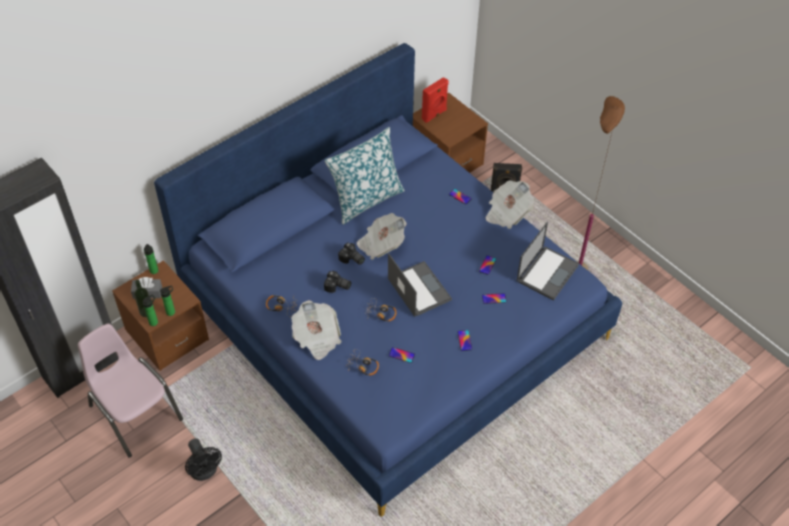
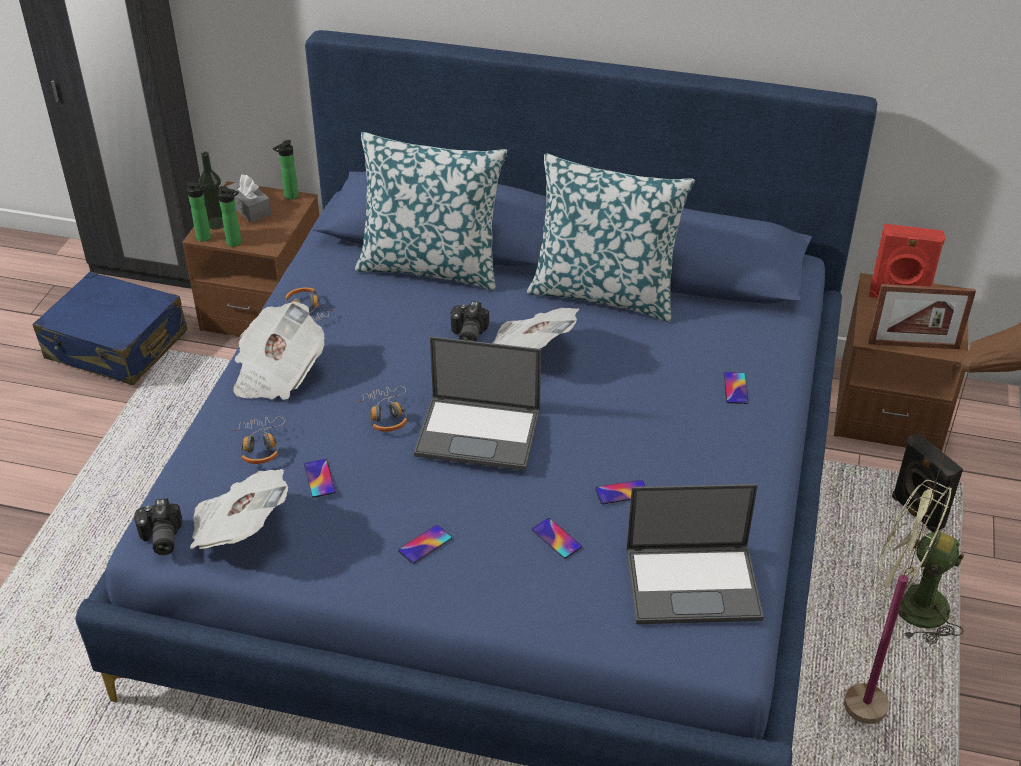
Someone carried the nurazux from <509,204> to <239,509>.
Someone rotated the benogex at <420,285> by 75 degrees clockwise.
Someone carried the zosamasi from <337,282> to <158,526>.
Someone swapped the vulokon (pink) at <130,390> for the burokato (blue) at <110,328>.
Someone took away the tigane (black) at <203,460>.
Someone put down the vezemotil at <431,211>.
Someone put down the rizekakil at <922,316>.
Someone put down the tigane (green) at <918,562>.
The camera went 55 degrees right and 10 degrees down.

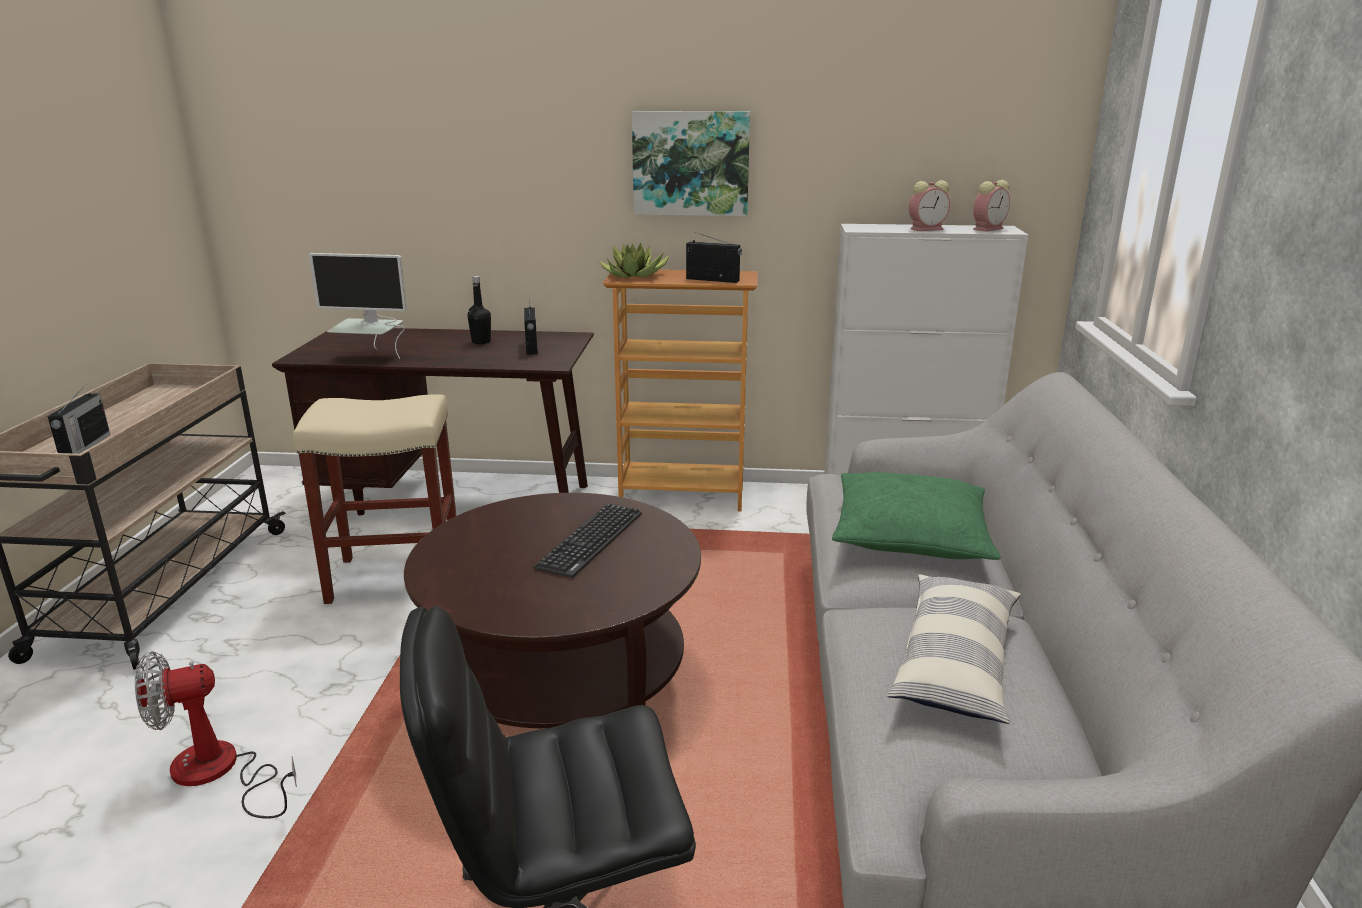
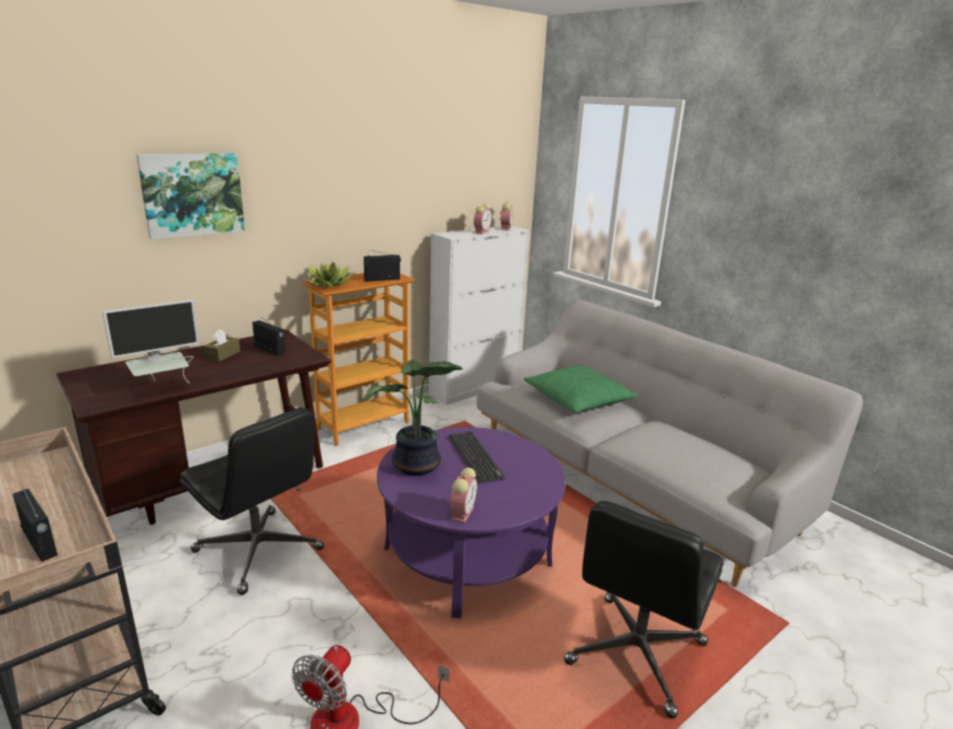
Someone carried the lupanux from <691,163> to <190,196>.
Someone swapped the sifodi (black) at <479,310> for the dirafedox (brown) at <222,345>.
Someone swapped the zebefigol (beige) at <375,499> for the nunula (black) at <252,501>.
Someone repainted the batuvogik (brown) at <552,610>, which became the batuvogik (purple) at <471,523>.
Someone took away the vezemotil at <954,649>.
Someone put down the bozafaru at <414,417>.
Someone put down the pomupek at <463,495>.
The camera went 45 degrees left and 0 degrees up.

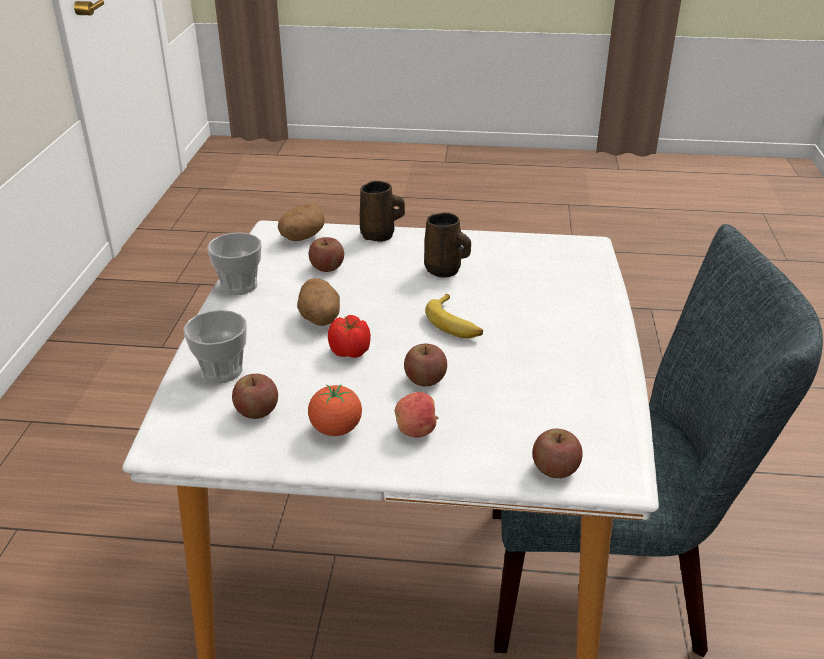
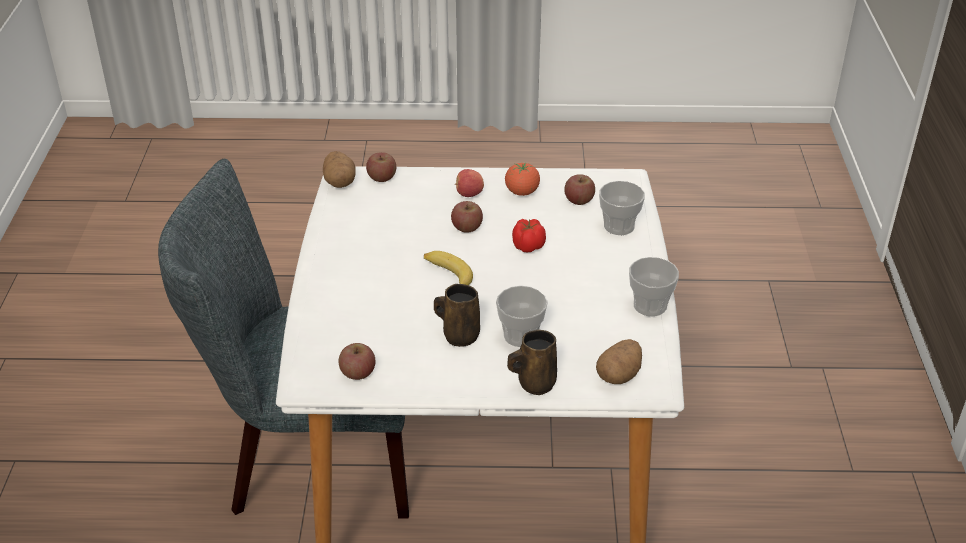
Someone carried the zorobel from <326,254> to <357,361>.
Someone carried the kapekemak from <318,302> to <339,169>.
Someone put down the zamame at <522,316>.
The camera went 175 degrees right and 5 degrees up.

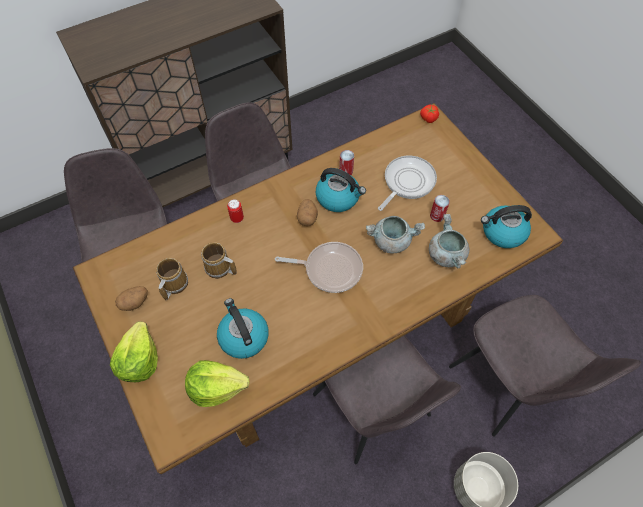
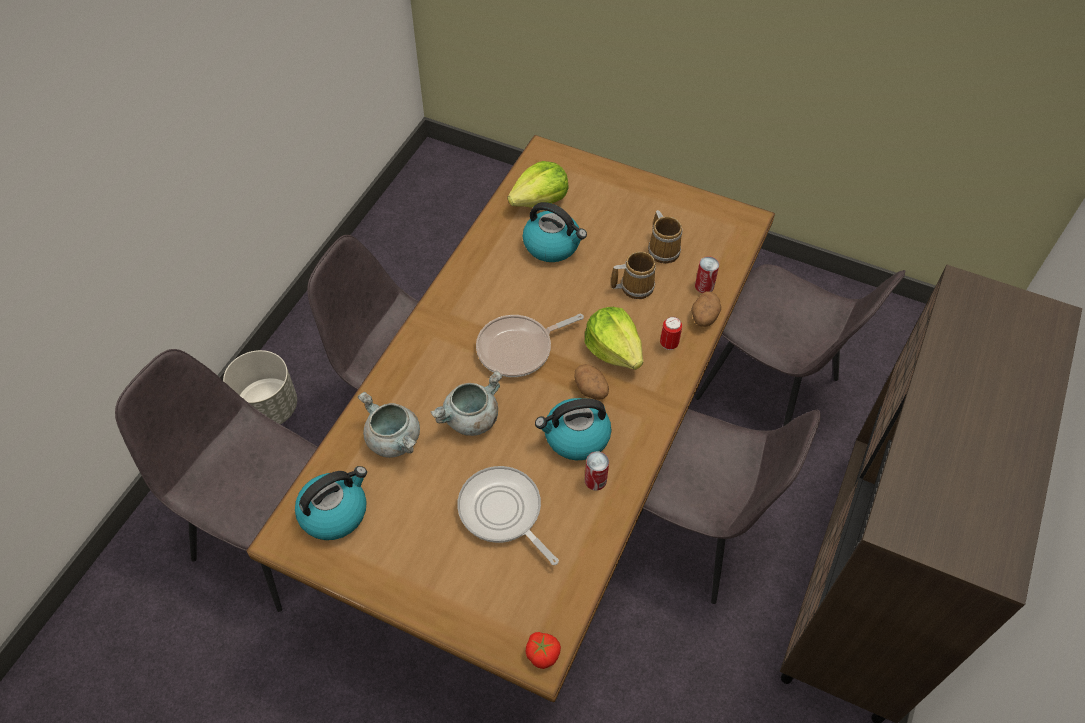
Someone rotated the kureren at <407,183> by 135 degrees clockwise.
Someone carried the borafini from <440,208> to <707,274>.
Someone carried the kapekemak from <131,298> to <706,309>.
Someone carried the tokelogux from <134,351> to <614,338>.
The camera went 145 degrees right and 5 degrees down.

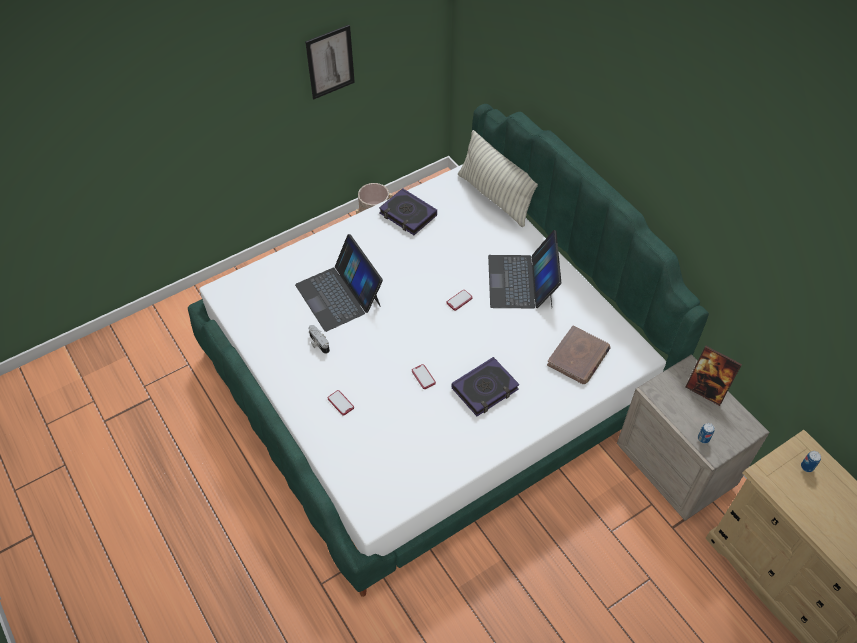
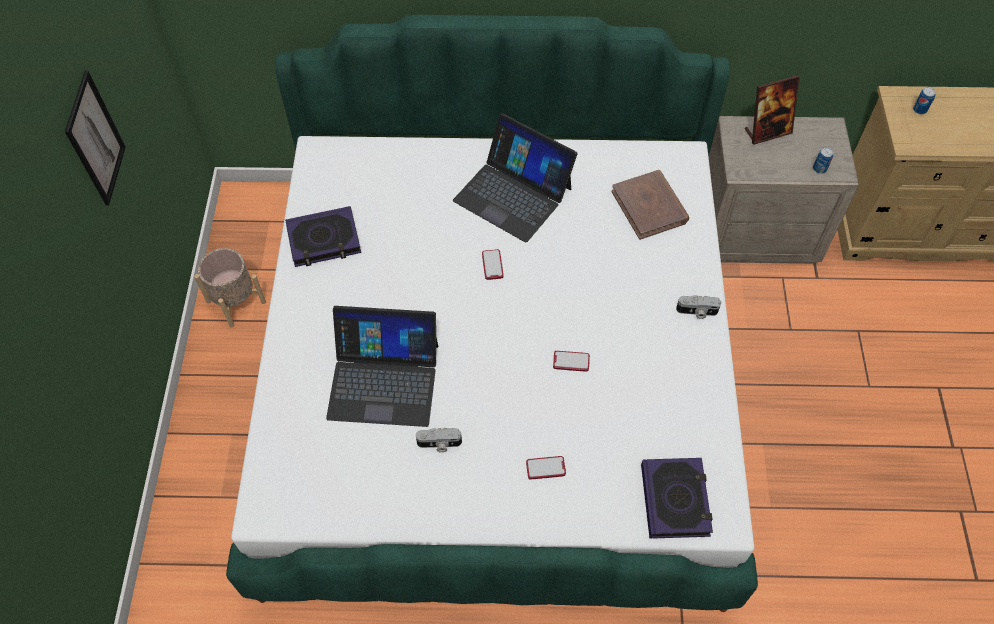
Someone took away the vezemotil at <498,178>.
Someone carried the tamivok from <486,386> to <677,498>.
Someone put down the zosamasi at <698,307>.
The camera went 55 degrees left and 5 degrees up.

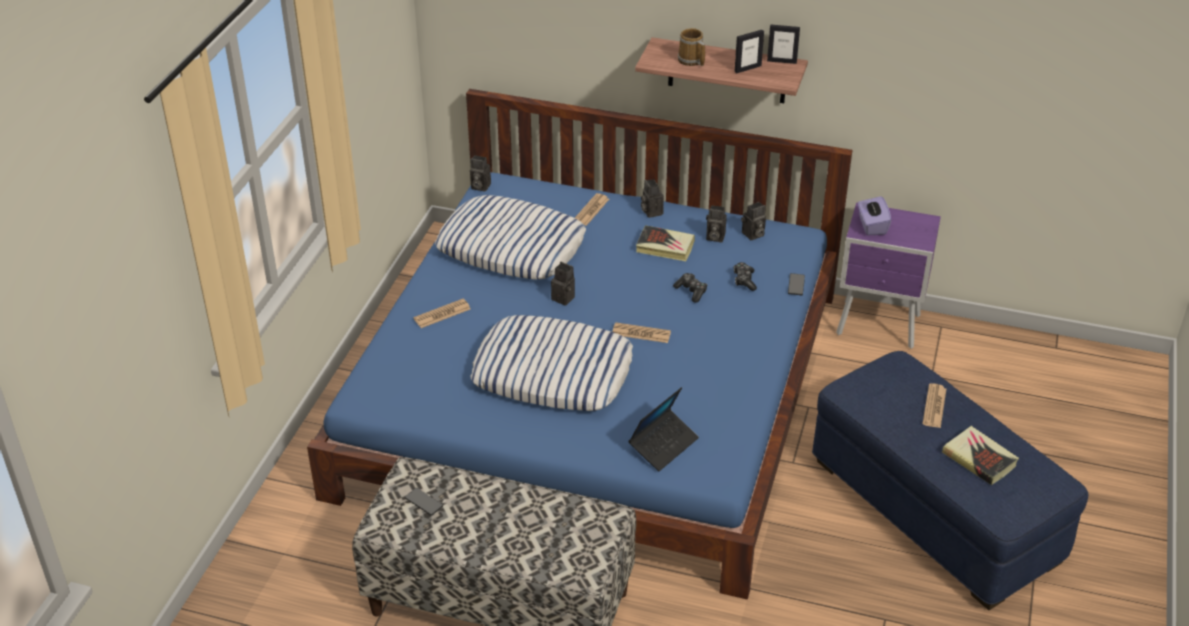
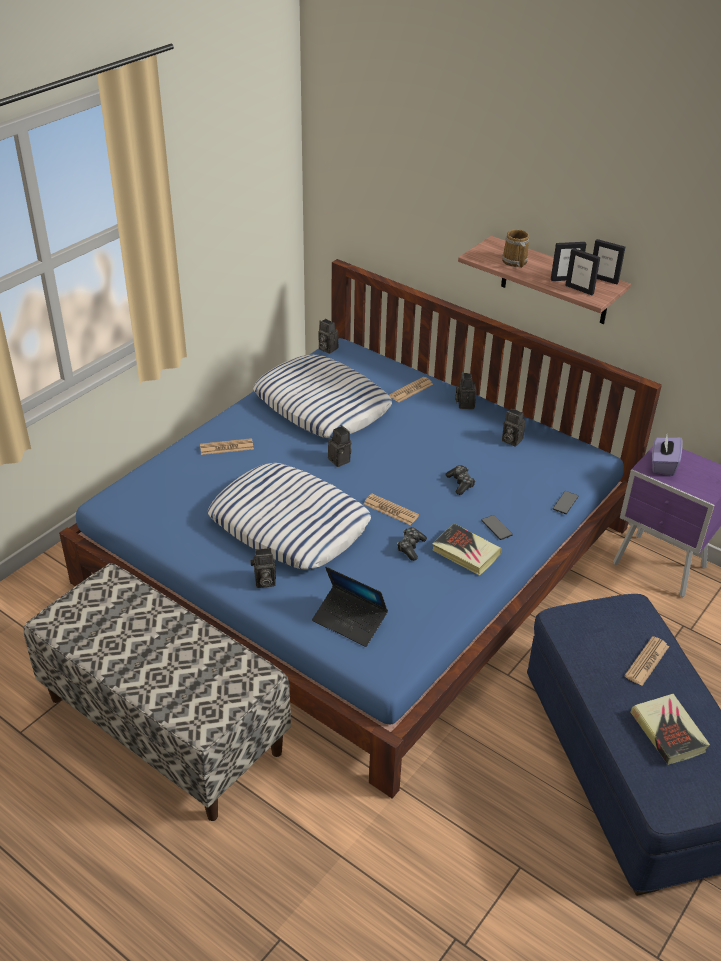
Someone carried the zosamasi from <753,221> to <263,568>.
Someone carried the tamivok from <665,243> to <466,549>.
Someone carried the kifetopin from <745,276> to <412,544>.
Someone rotated the benogex at <663,429> by 60 degrees clockwise.
Someone carried the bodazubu from <424,502> to <497,527>.
Someone put down the rizekakil at <582,271>.
The camera went 20 degrees right and 0 degrees up.

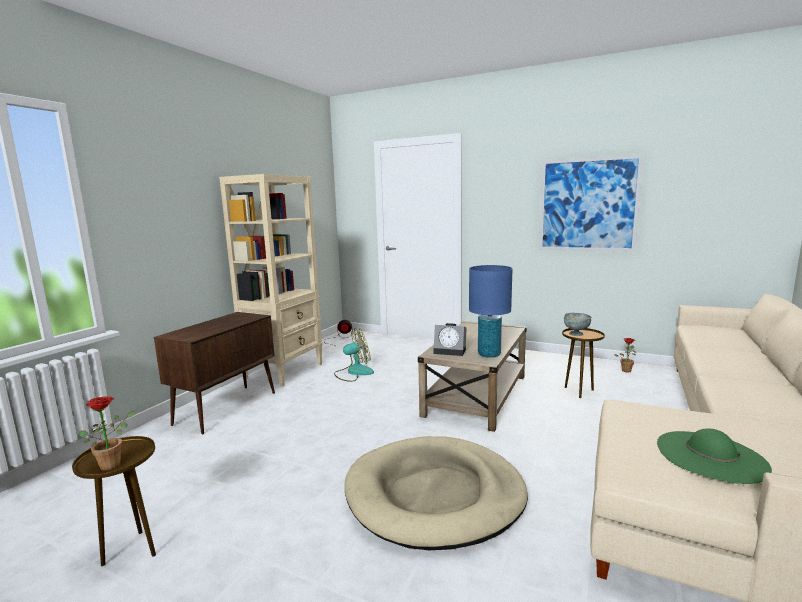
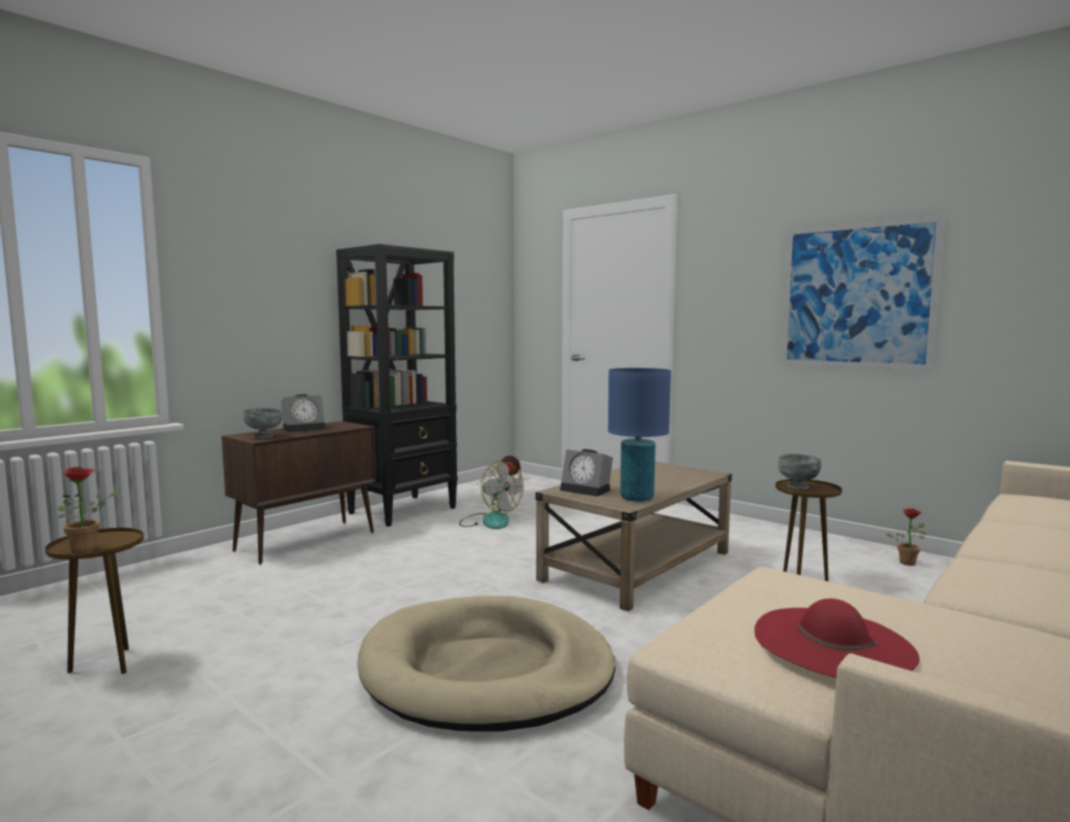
Someone repainted the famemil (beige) at <271,280>, which became the famemil (black) at <397,385>.
Someone rotated the tigane at <354,355> by 45 degrees clockwise.
Someone repainted the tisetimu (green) at <714,456>, which became the tisetimu (red) at <837,638>.
Someone put down the pomupek at <303,413>.
Someone put down the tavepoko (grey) at <262,423>.
The camera went 15 degrees right and 5 degrees down.

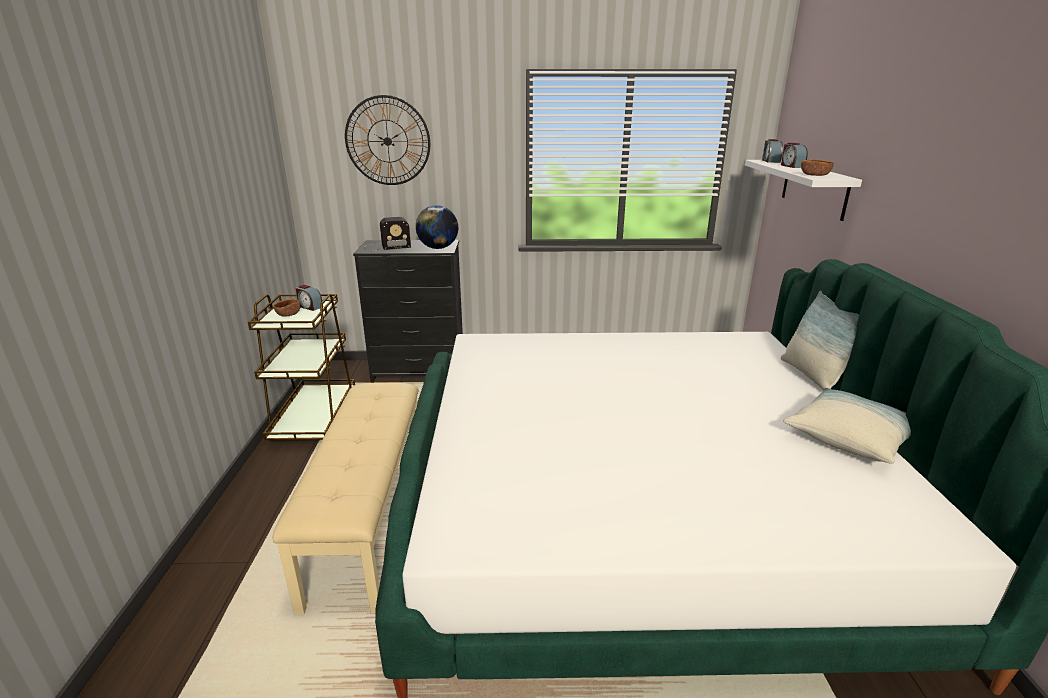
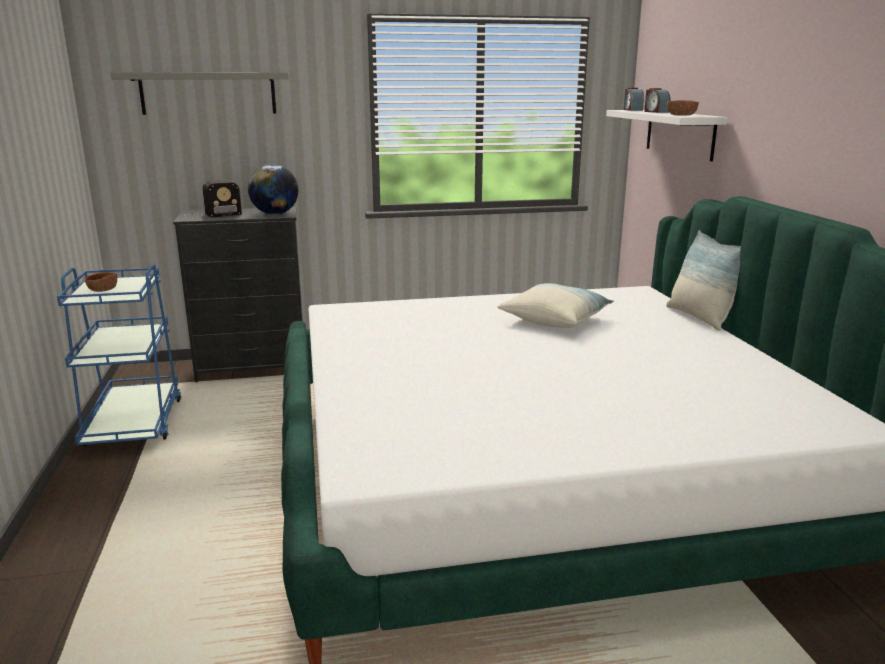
Someone swapped the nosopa at <387,140> for the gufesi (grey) at <199,93>.
Someone took away the pomupek at <309,298>.
Someone repainted the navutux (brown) at <301,367>, which became the navutux (blue) at <119,355>.
Someone took away the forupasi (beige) at <346,498>.
Someone carried the vezemotil from <847,426> to <555,305>.
The camera went 10 degrees left and 5 degrees down.

